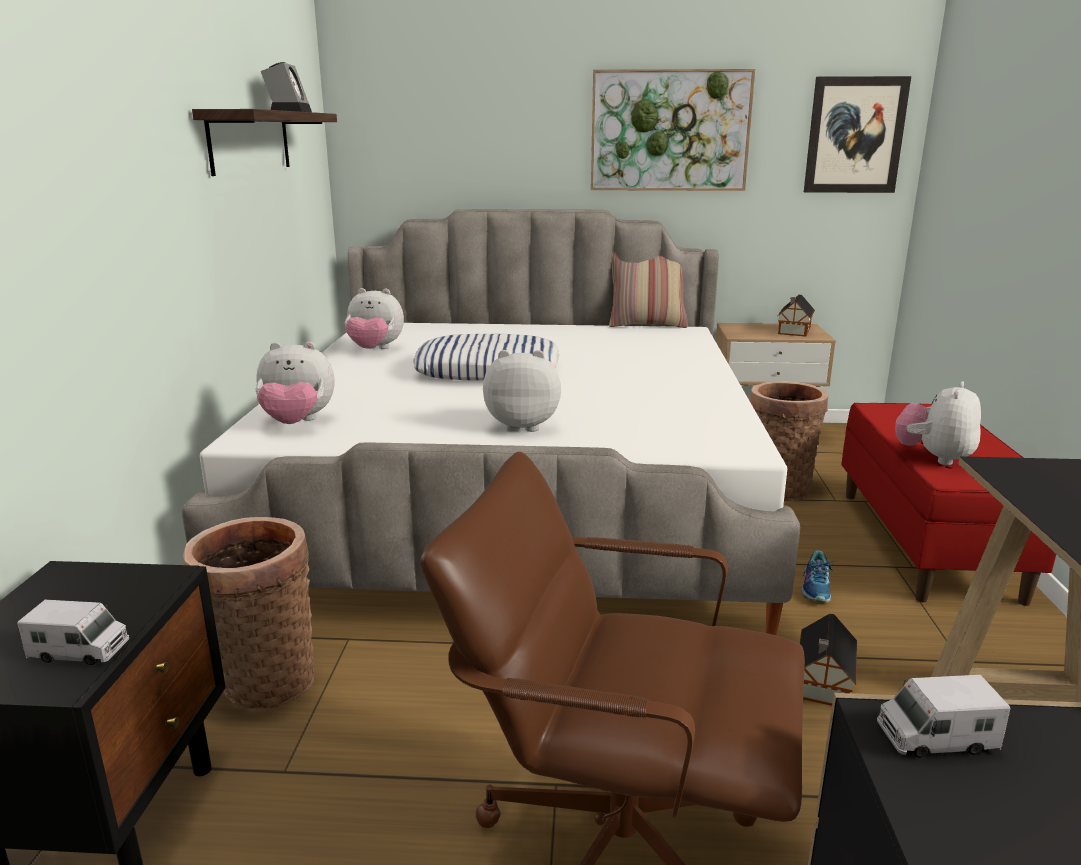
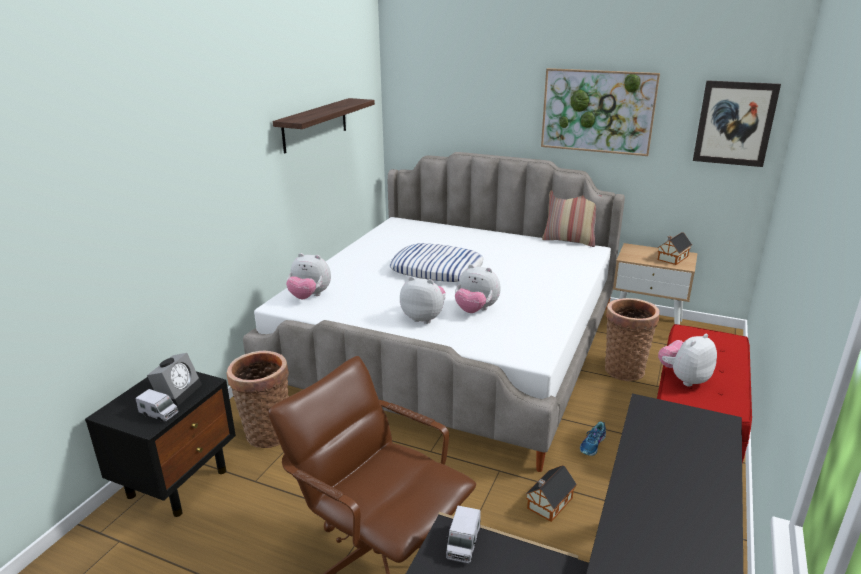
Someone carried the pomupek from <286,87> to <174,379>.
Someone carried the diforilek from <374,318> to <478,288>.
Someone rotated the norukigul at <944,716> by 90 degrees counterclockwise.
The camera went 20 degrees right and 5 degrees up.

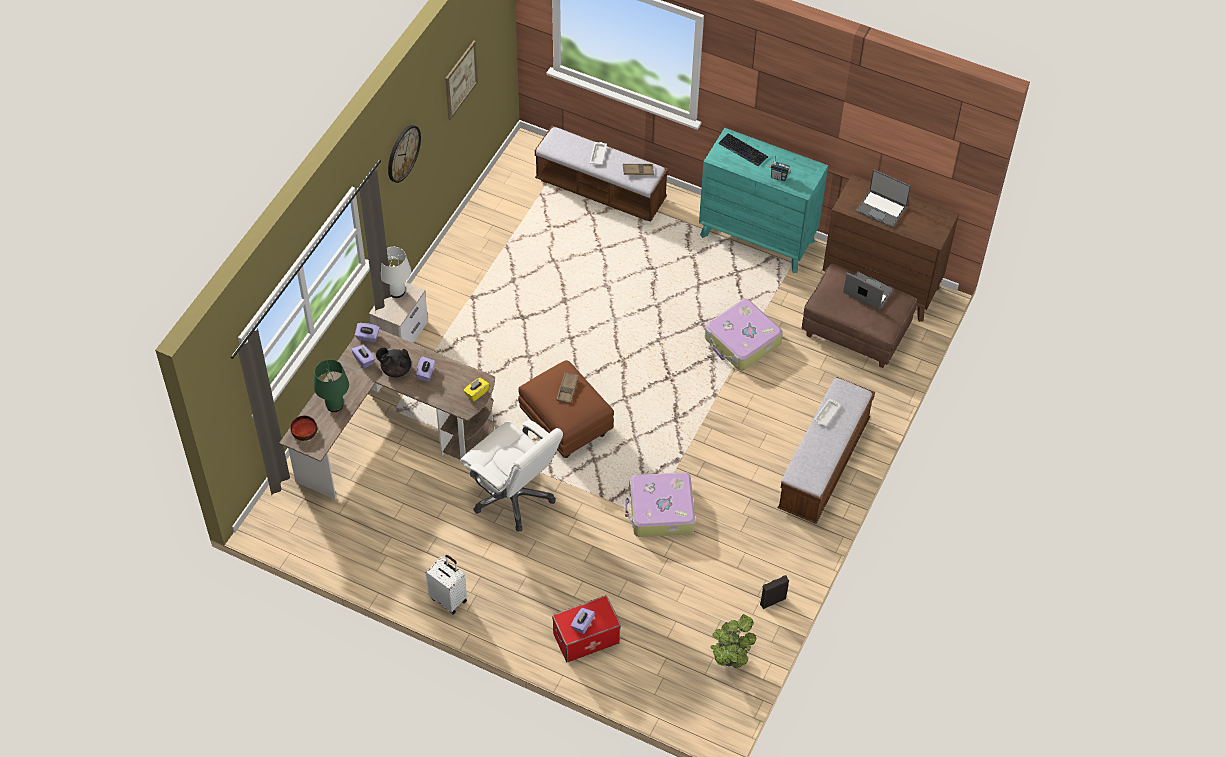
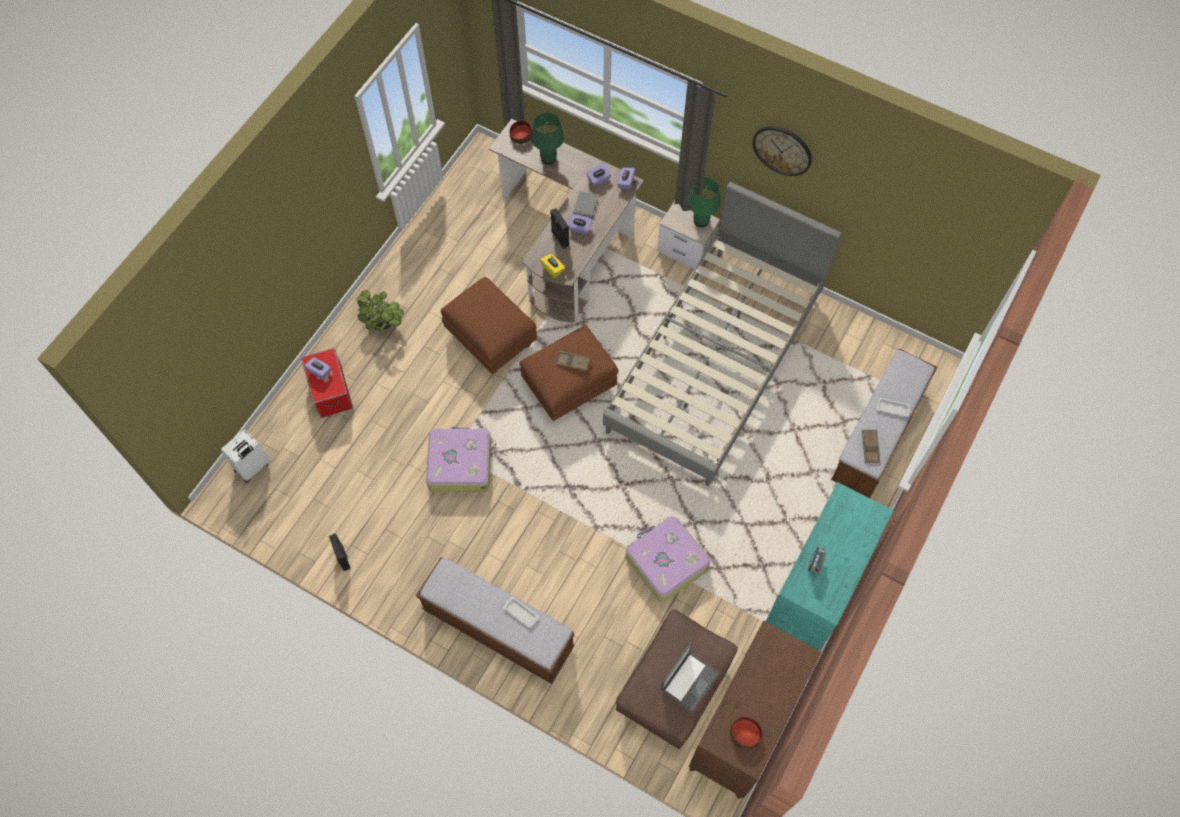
Someone took away the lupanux at <461,80>.
Someone took away the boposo at <743,150>.
Someone took away the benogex at <883,198>.
Someone repainted the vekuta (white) at <396,272>, which became the vekuta (green) at <704,202>.
Someone swapped the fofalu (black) at <393,362> for the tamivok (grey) at <585,204>.
Someone swapped the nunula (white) at <511,476> for the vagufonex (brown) at <489,325>.
Someone carried the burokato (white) from <446,585> to <245,456>.
Someone carried the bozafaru from <733,641> to <380,311>.
Someone put down the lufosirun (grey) at <722,334>.
Someone put down the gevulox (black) at <559,228>.
Someone put down the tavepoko at <746,733>.
The camera went 95 degrees right and 10 degrees up.

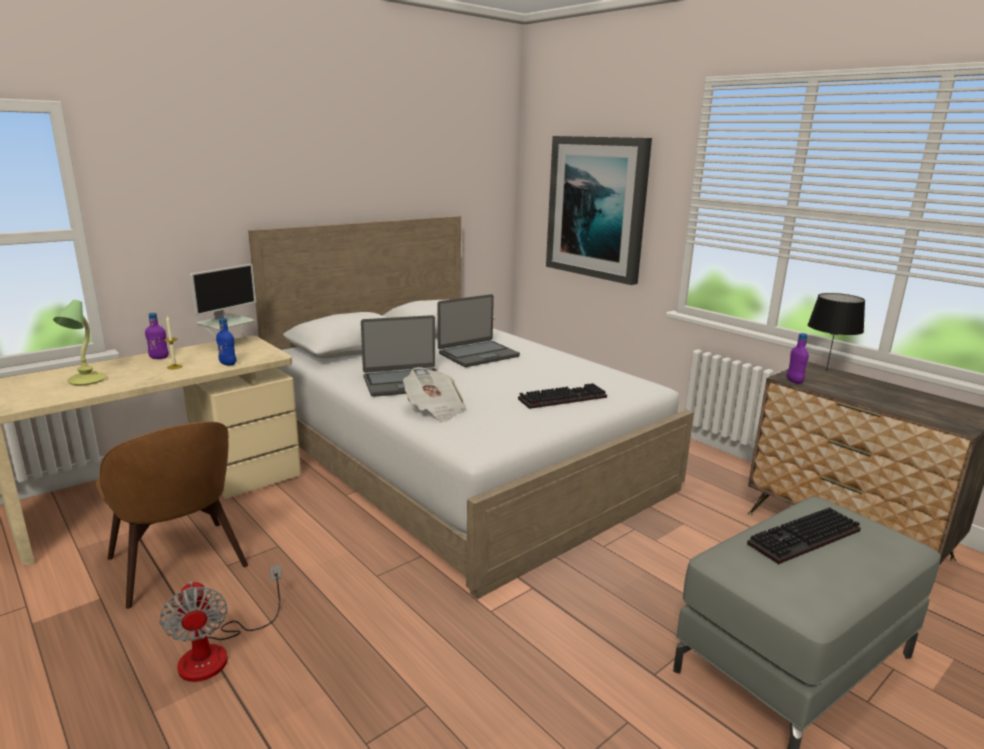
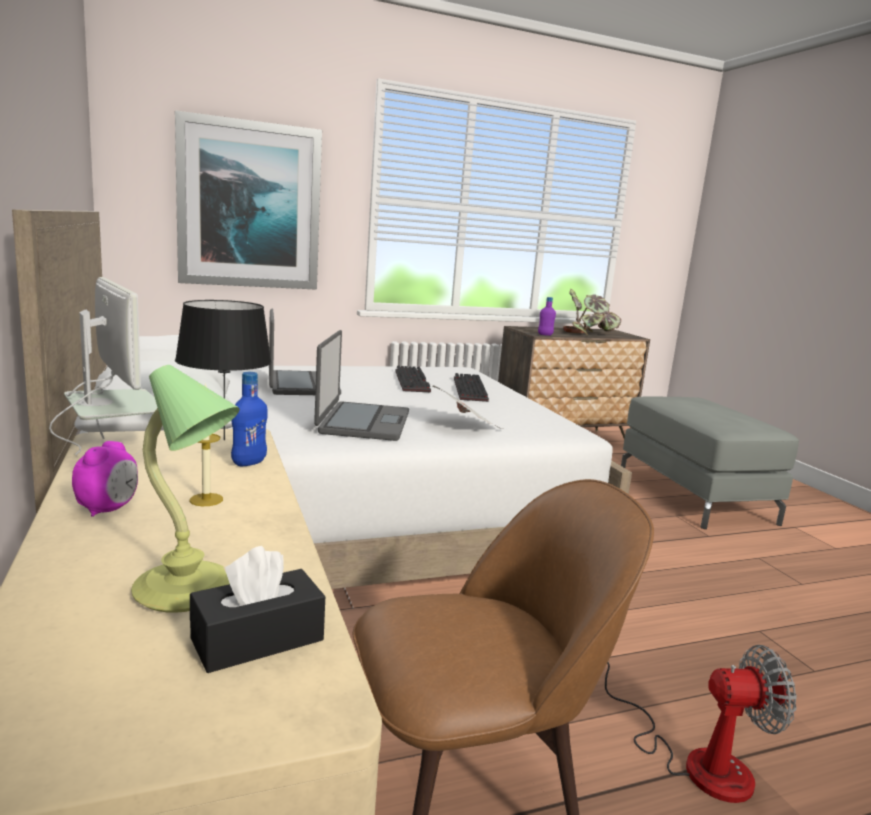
Someone carried the vekuta (black) from <836,332> to <223,370>.
Someone swapped the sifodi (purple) at <157,336> for the pomupek at <105,479>.
Someone carried the boposo from <804,535> to <413,378>.
Someone put down the bozafaru at <592,312>.
Someone put down the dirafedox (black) at <257,609>.
The camera went 70 degrees left and 5 degrees down.

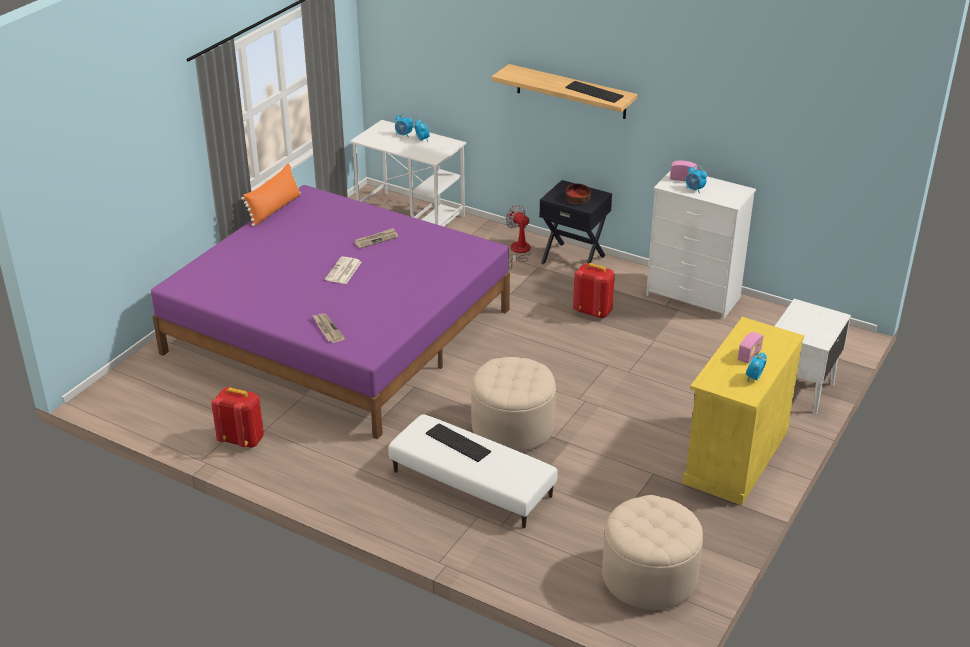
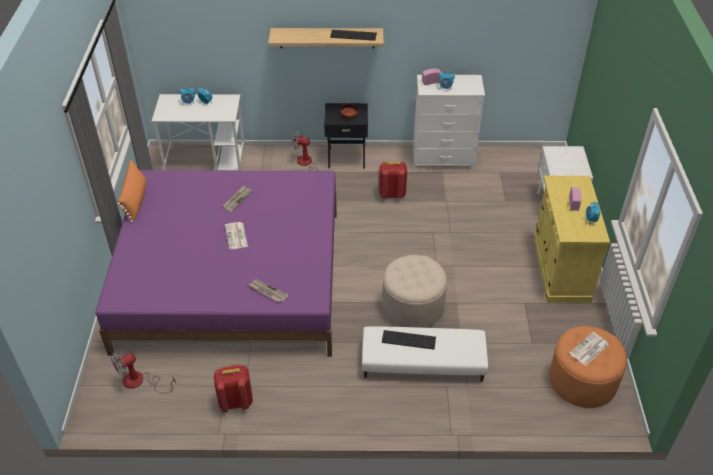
Someone repainted the vagufonex (beige) at <652,552>, which became the vagufonex (orange) at <588,367>.
Someone put down the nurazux at <589,349>.
Someone put down the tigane at <143,373>.
The camera went 30 degrees left and 10 degrees up.

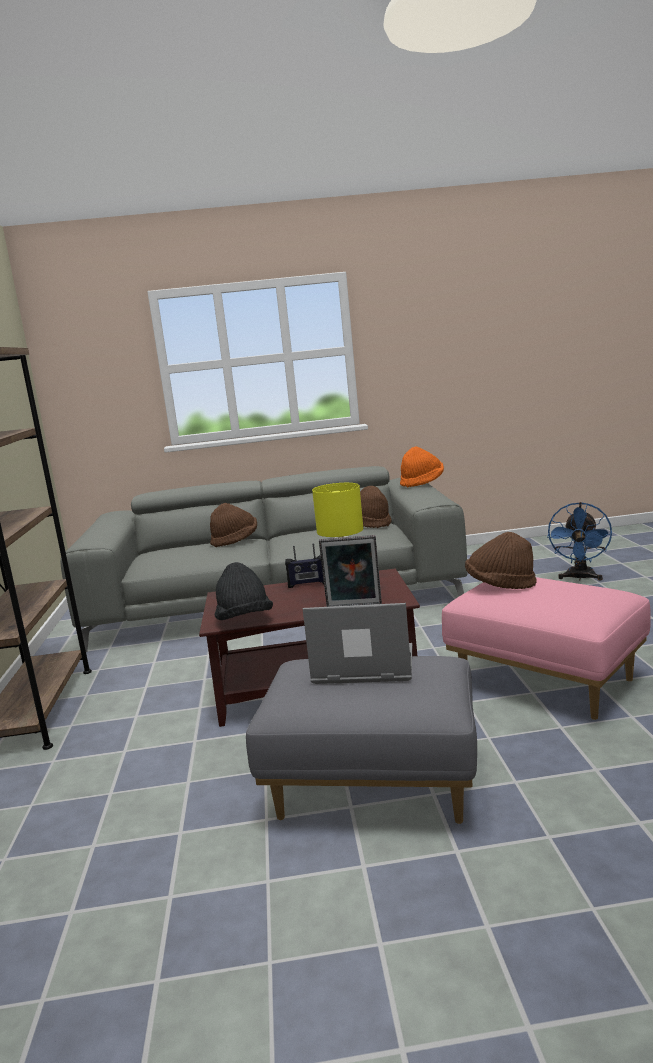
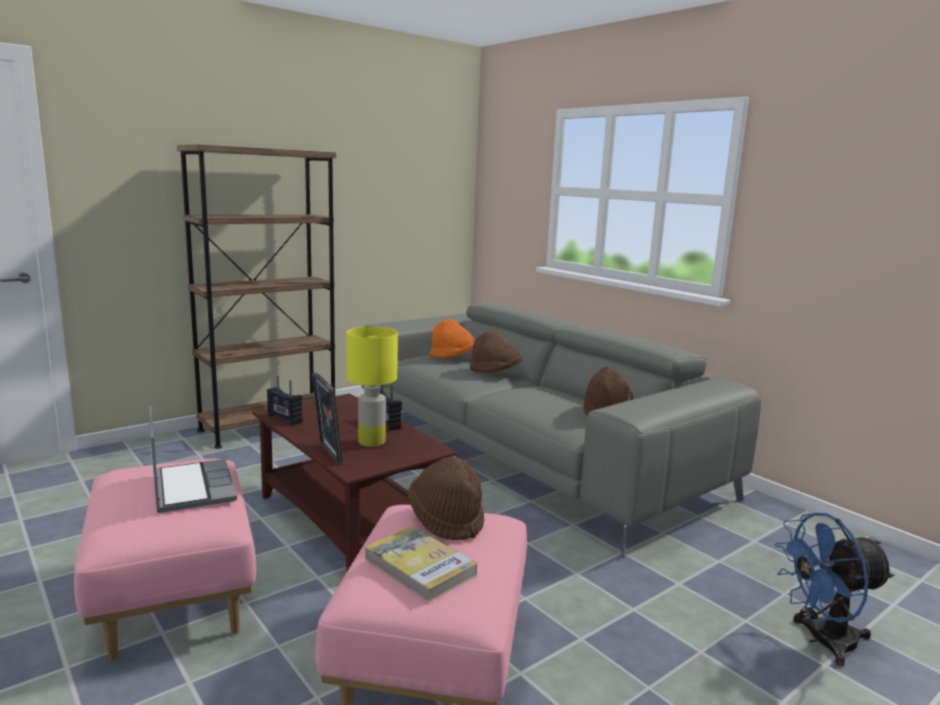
Someone carried the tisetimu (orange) from <422,466> to <452,338>.
Someone swapped the tisetimu (black) at <244,591> for the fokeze at <285,400>.
Someone repainted the vagufonex (grey) at <361,740>, which became the vagufonex (pink) at <165,559>.
Someone put down the tamivok at <420,564>.
The camera went 55 degrees right and 0 degrees up.

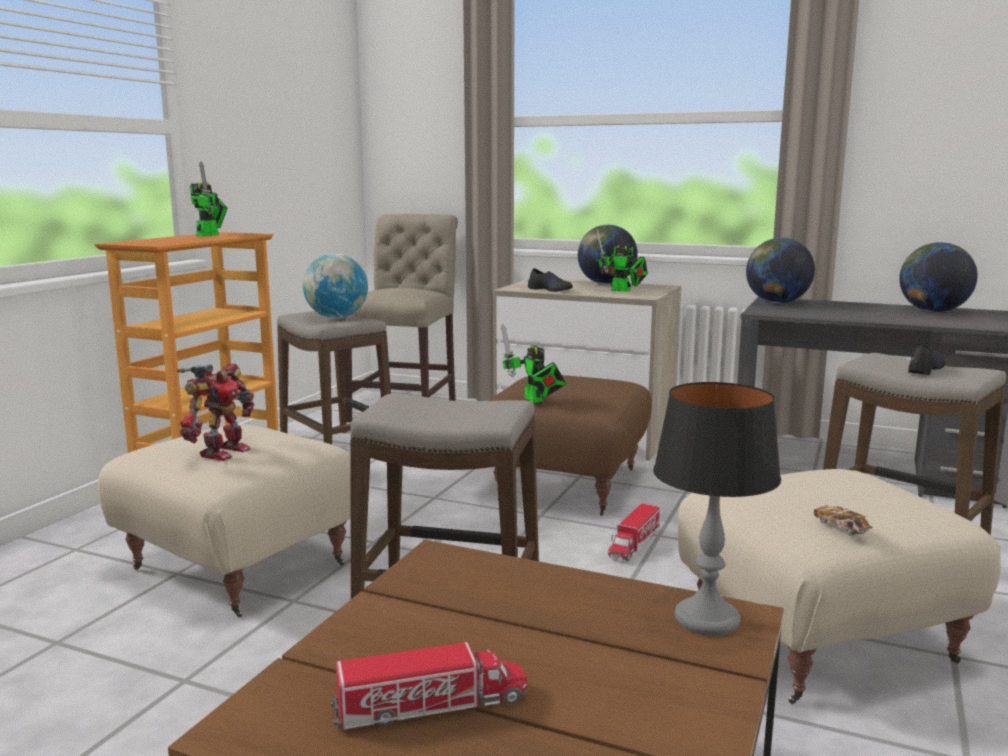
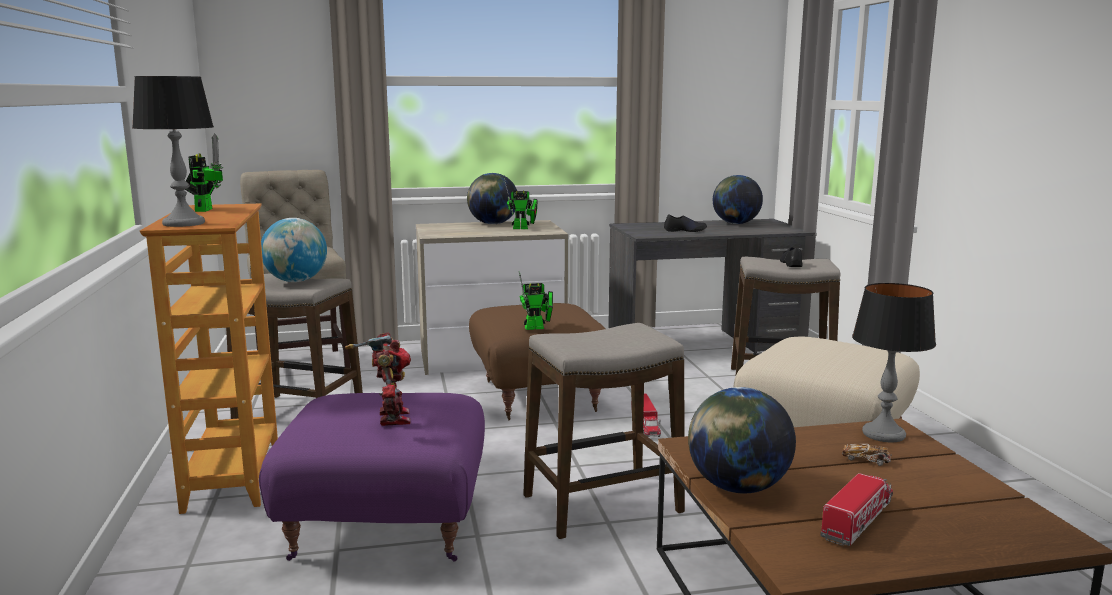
Someone carried the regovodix from <780,270> to <742,440>.
Someone carried the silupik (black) from <550,280> to <685,223>.
Someone rotated the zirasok at <533,363> by 45 degrees counterclockwise.
Someone repainted the vagufonex (beige) at <224,520>, which became the vagufonex (purple) at <372,477>.
Someone carried the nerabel from <842,520> to <867,454>.
Someone put down the vekuta at <173,151>.
The camera went 35 degrees left and 0 degrees up.

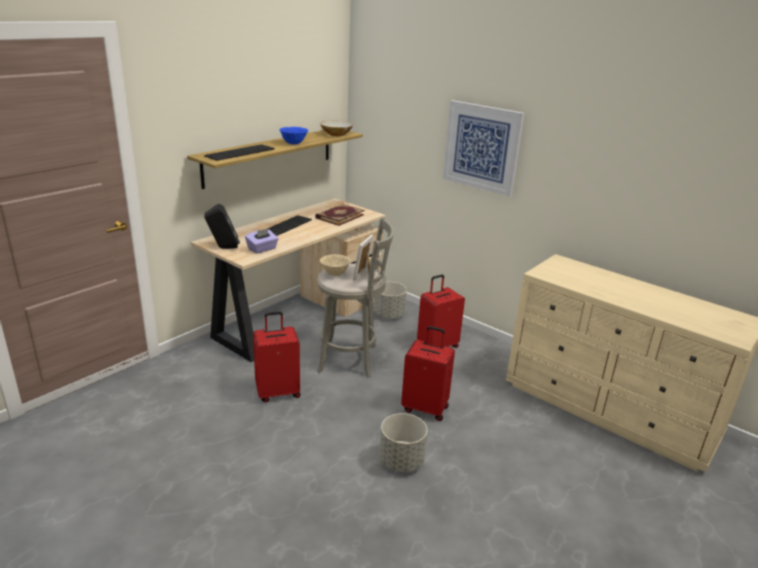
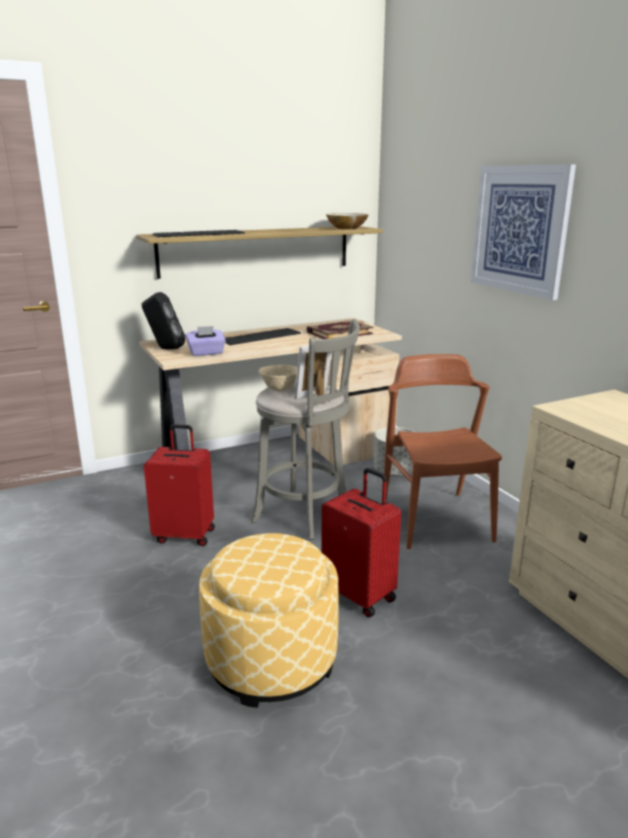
Someone took away the tavepoko (blue) at <293,136>.
Someone swapped the burokato (red) at <441,311> for the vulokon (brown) at <443,451>.
Someone swapped the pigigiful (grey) at <403,442> for the vagufonex at <269,620>.
The camera went 25 degrees right and 5 degrees down.

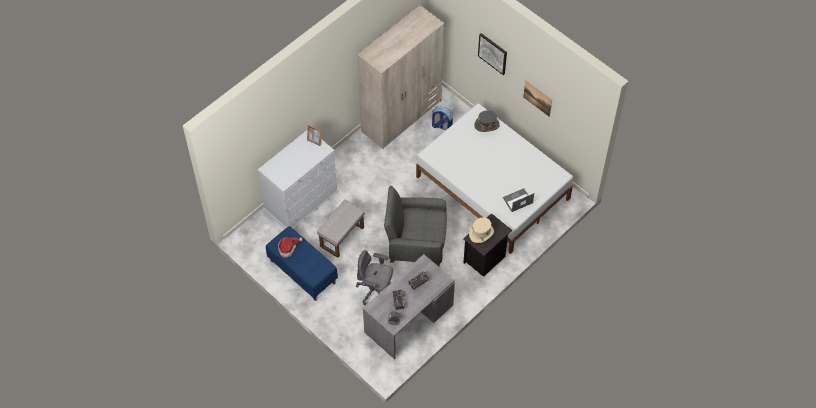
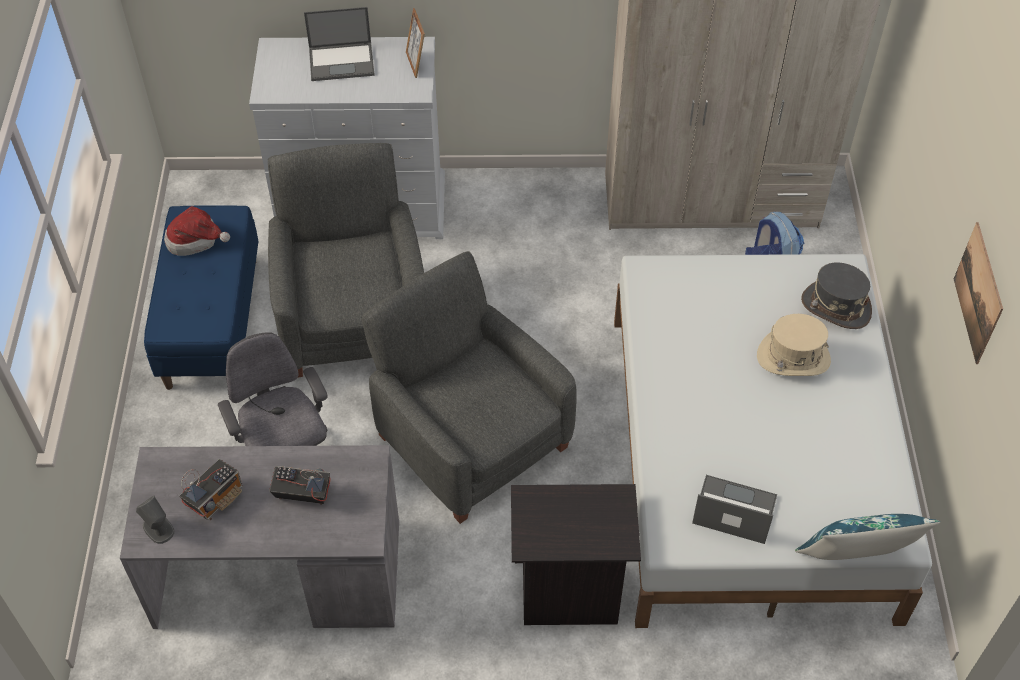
Someone took away the lupanux at <492,54>.
Someone swapped the vagufonex (grey) at <341,228> for the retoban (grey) at <346,260>.
Someone carried the tisetimu (beige) from <481,230> to <794,345>.
Someone put down the benogex at <339,44>.
Someone put down the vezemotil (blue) at <867,537>.
The camera went 45 degrees right and 5 degrees down.

